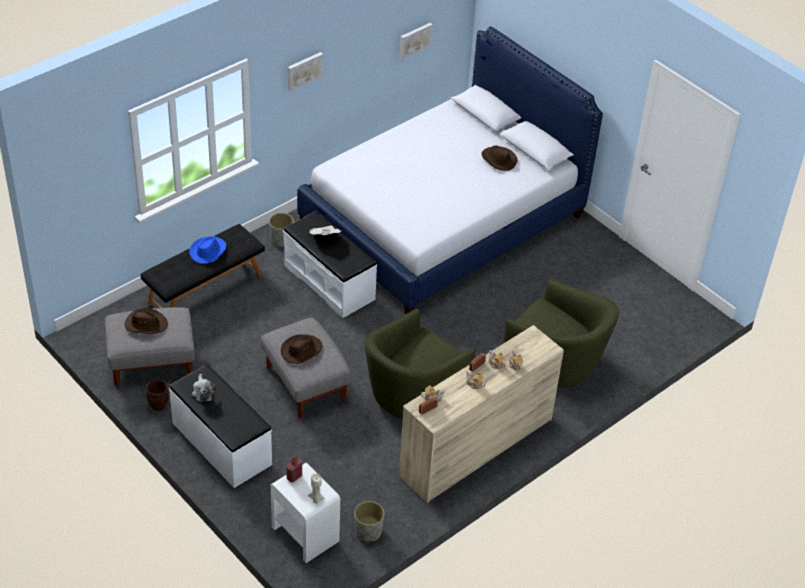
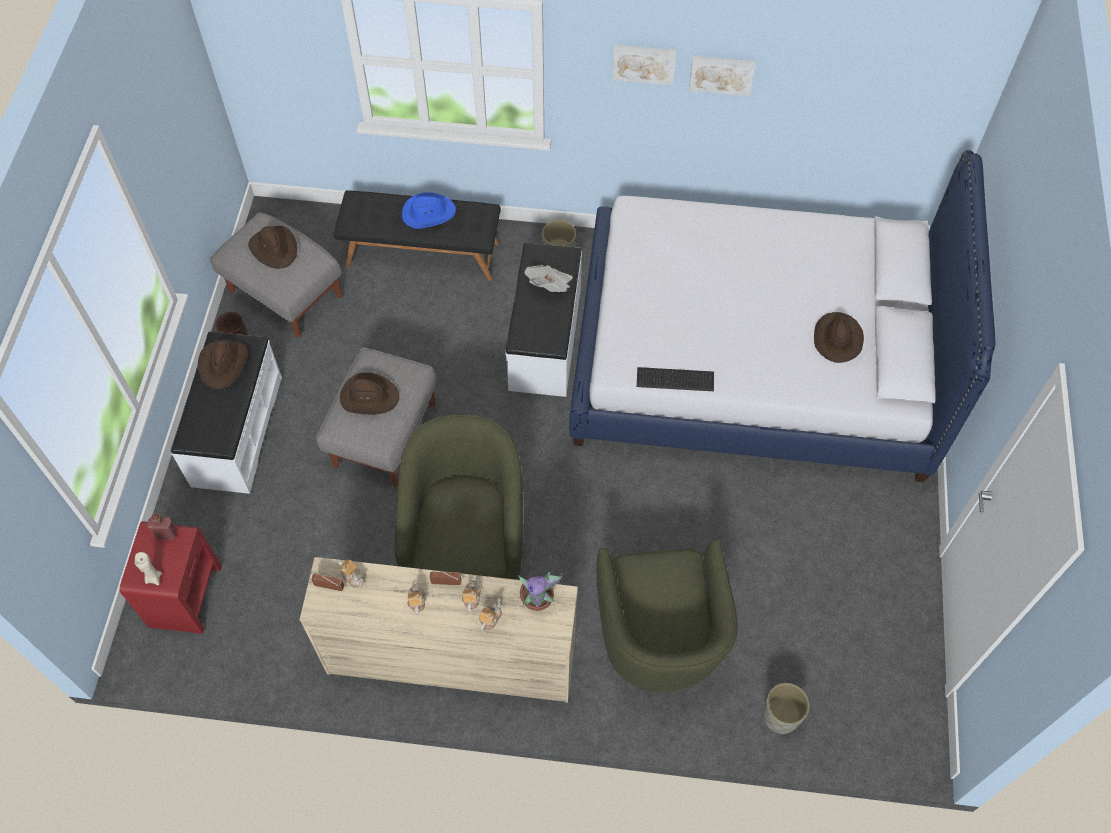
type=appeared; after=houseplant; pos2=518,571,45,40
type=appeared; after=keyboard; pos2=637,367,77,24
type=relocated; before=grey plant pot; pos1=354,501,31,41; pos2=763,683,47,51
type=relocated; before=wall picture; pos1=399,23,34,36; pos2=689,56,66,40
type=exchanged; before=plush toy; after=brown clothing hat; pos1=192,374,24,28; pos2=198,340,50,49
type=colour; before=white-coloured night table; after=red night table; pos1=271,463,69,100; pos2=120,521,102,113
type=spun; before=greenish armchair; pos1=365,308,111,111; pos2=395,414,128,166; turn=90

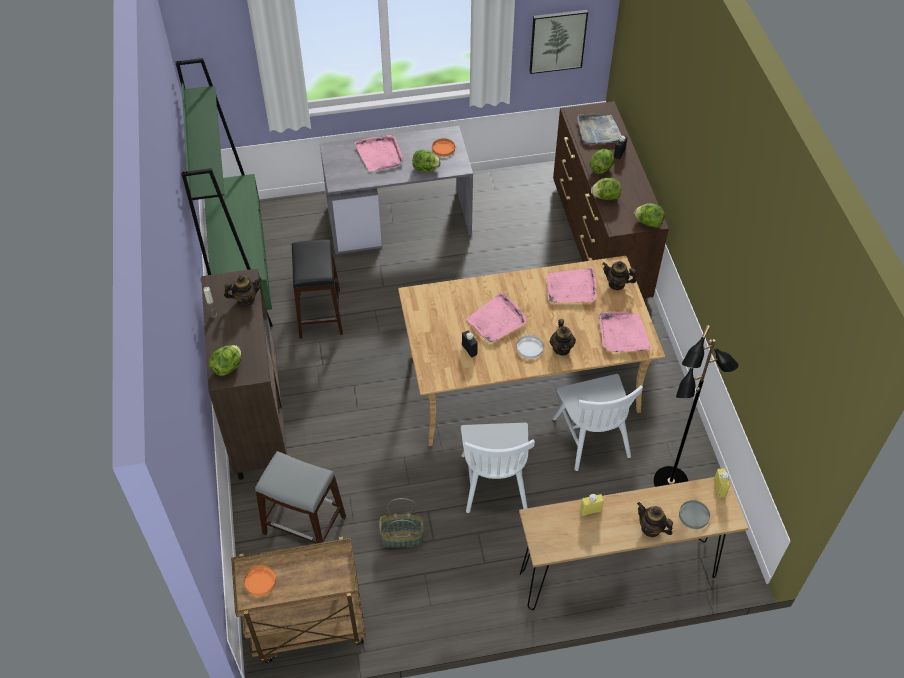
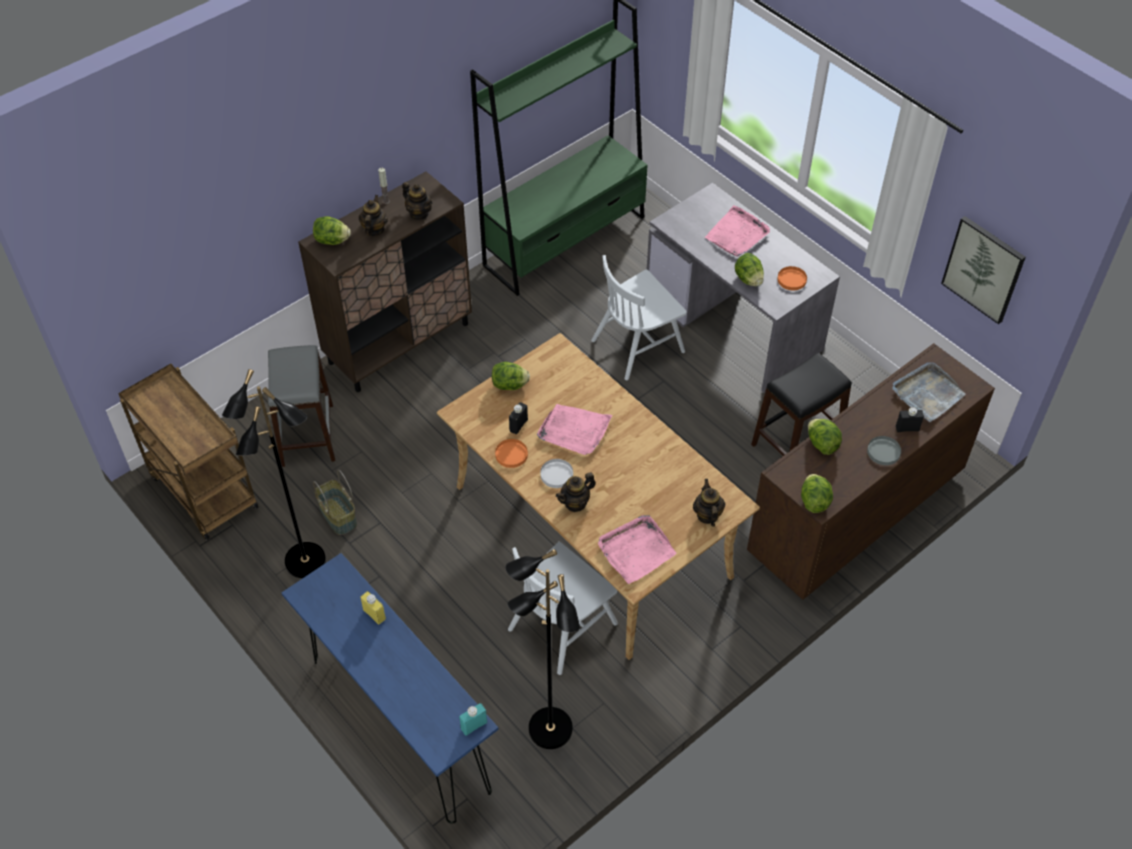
type=missing; before=pinkish tray; pos1=546,267,51,36
type=appeared; after=blackish floor lamp; pos2=222,369,104,209
type=relocated; before=orange dinner plate; pos1=244,565,32,31; pos2=495,439,33,29
type=relocated; before=blackish stool seat; pos1=292,240,51,99; pos2=751,353,101,103
type=relocated; before=white-coloured upright chair; pos1=461,423,74,90; pos2=591,255,96,125
type=relocated; before=head of lettuce; pos1=589,149,25,25; pos2=492,362,38,28
type=relocated; before=teapot; pos1=637,502,36,35; pos2=359,195,29,41
type=relocated; before=grey dinner plate; pos1=679,500,31,29; pos2=867,436,34,29
type=colour; before=brown narrow table; after=blue-coloured narrow table; pos1=519,477,229,133; pos2=282,553,217,271
type=colour; before=yellowish bottle; after=blue-green bottle; pos1=713,468,17,29; pos2=459,703,28,33

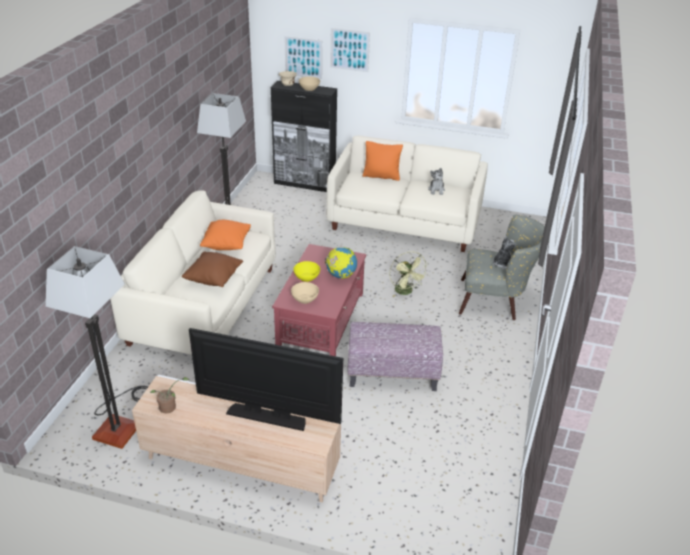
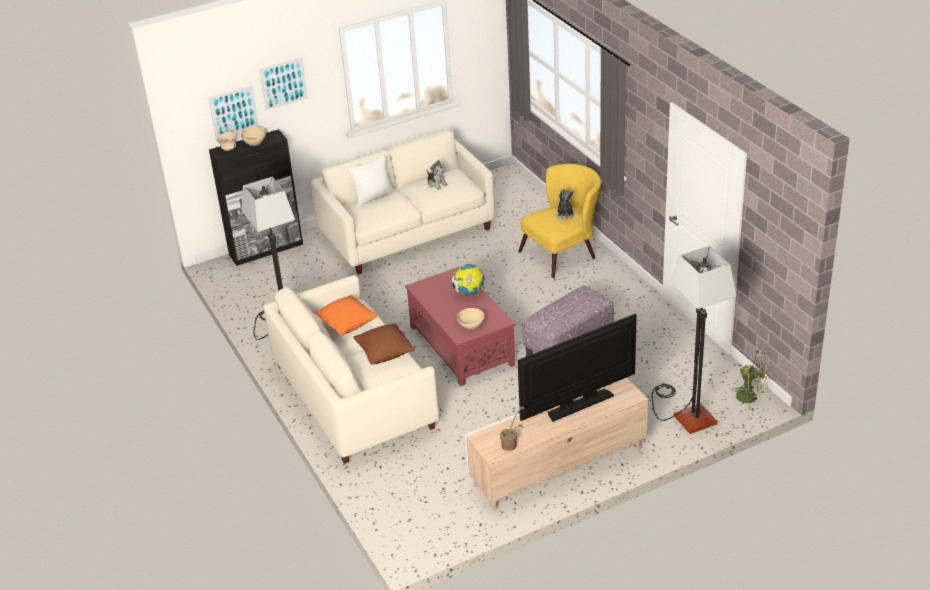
type=missing; before=yellowish serving bowl; pos1=293,261,27,21
type=relocated; before=floor lamp; pos1=45,246,103,203; pos2=651,246,85,188
type=relocated; before=greenish fan; pos1=389,252,40,45; pos2=733,350,38,60
type=colour; before=orange pillow; after=white-coloured pillow; pos1=363,141,40,40; pos2=348,155,47,51
type=colour; before=grey armchair; after=yellowish armchair; pos1=459,215,90,105; pos2=518,164,84,114

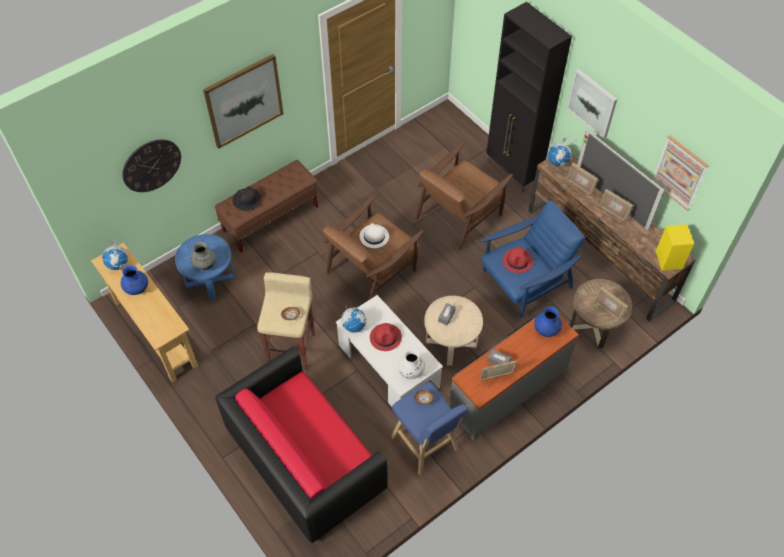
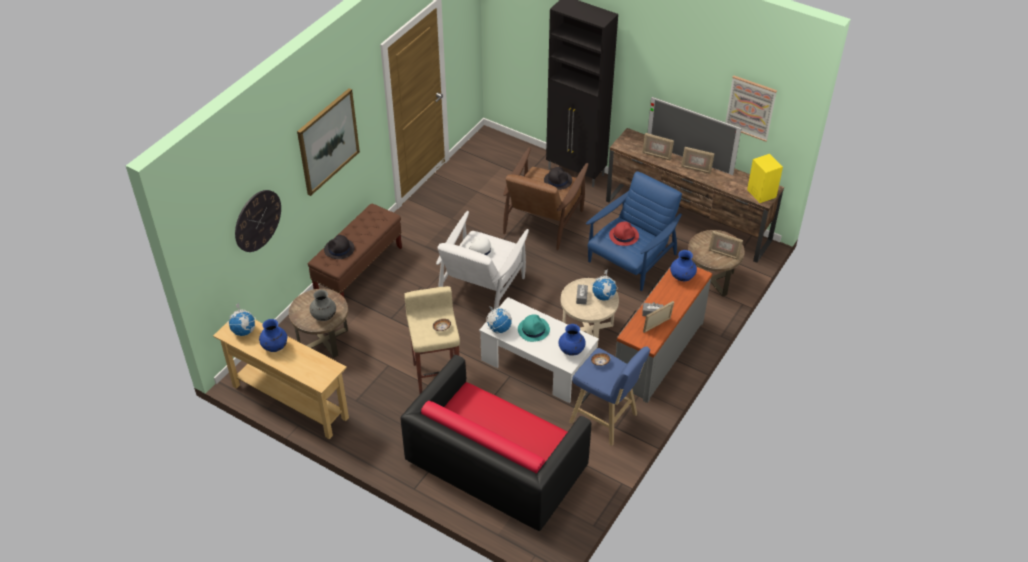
type=missing; before=wall picture; pos1=567,69,50,70
type=appeared; after=blackish clothing hat; pos2=544,167,28,23
type=relocated; before=world globe; pos1=548,138,23,28; pos2=591,269,27,32
type=colour; before=blue-coloured end table; after=brown end table; pos1=175,234,60,67; pos2=289,289,59,69
type=colour; before=brown armchair; after=white-coloured armchair; pos1=323,195,100,105; pos2=436,211,93,98
type=colour; before=red clothing hat; after=blue-green clothing hat; pos1=370,323,32,28; pos2=518,314,32,28
type=colour; before=white-coloured flower vase; after=blue-coloured flower vase; pos1=398,349,27,30; pos2=559,324,27,32

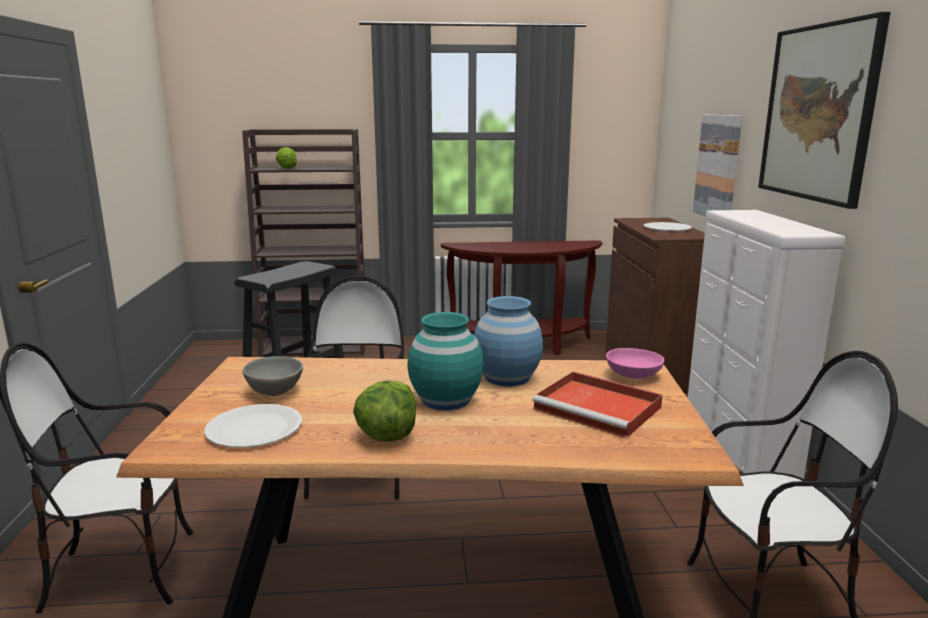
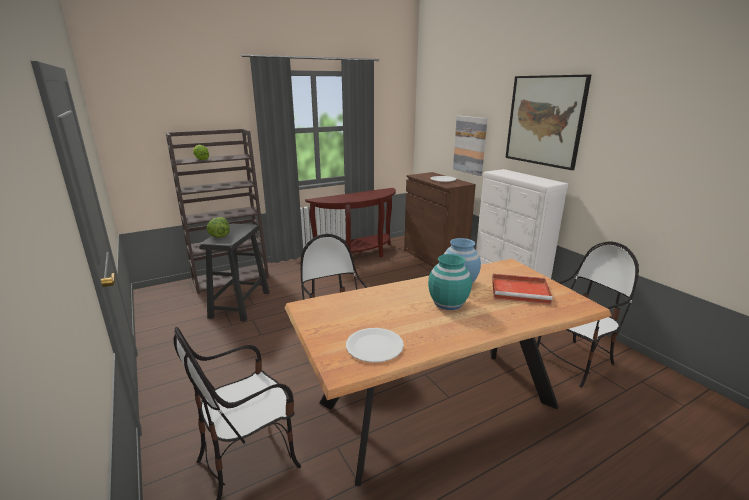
type=missing; before=grey serving bowl; pos1=243,356,60,40
type=missing; before=pinkish serving bowl; pos1=606,348,58,31
type=relocated; before=head of lettuce; pos1=353,380,63,62; pos2=207,217,23,21

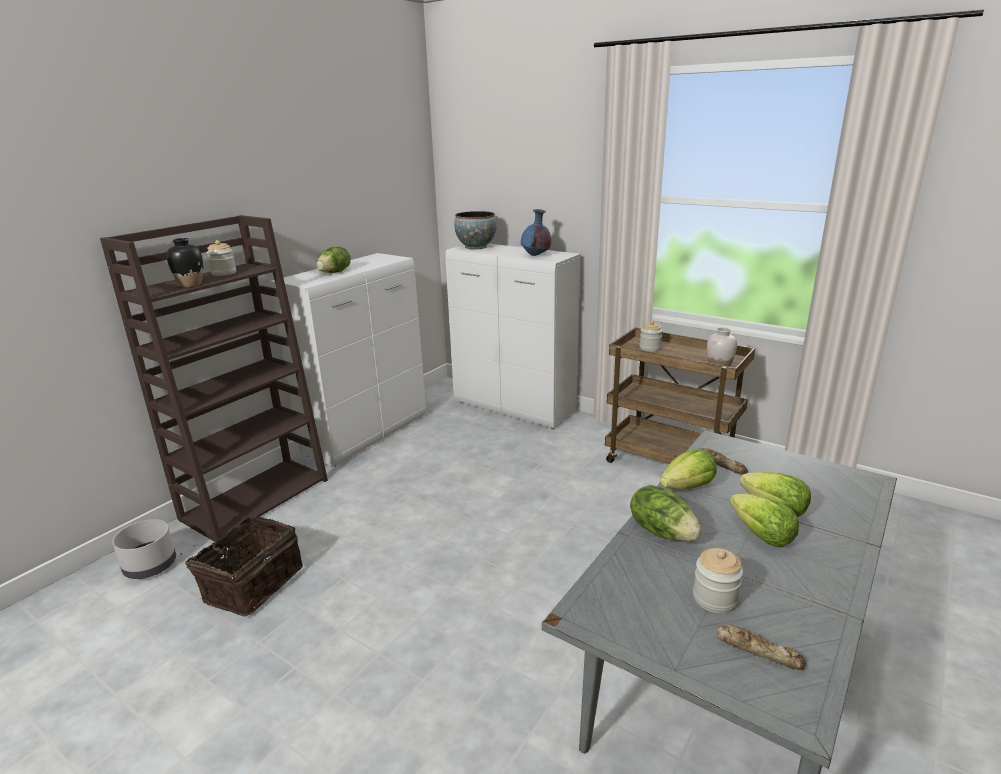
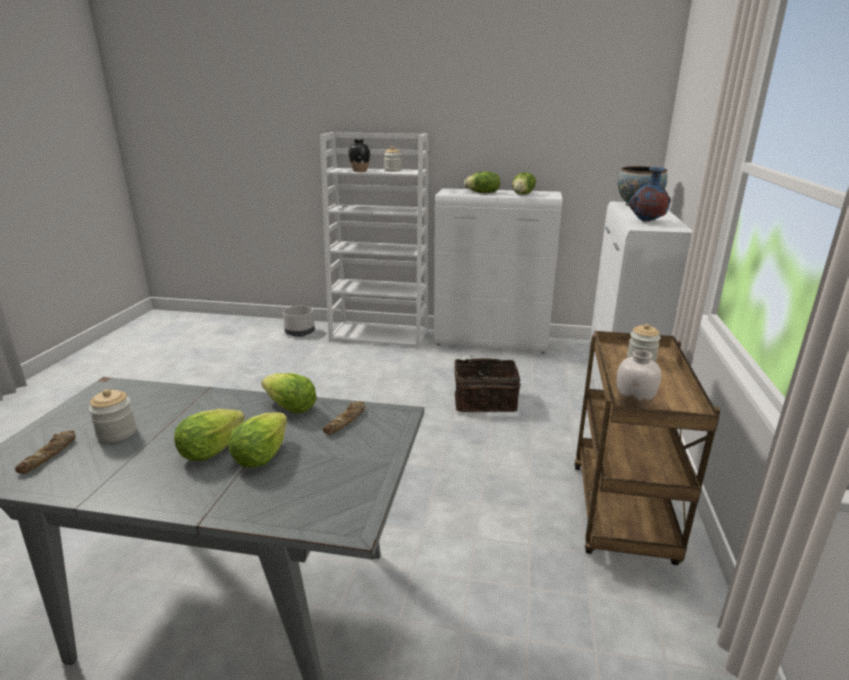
type=relocated; before=storage basket; pos1=180,516,123,101; pos2=455,356,66,56
type=relocated; before=head of lettuce; pos1=630,485,72,56; pos2=512,172,24,23
type=colour; before=brown bookcase; after=white-coloured bookcase; pos1=100,215,228,327; pos2=320,132,108,217

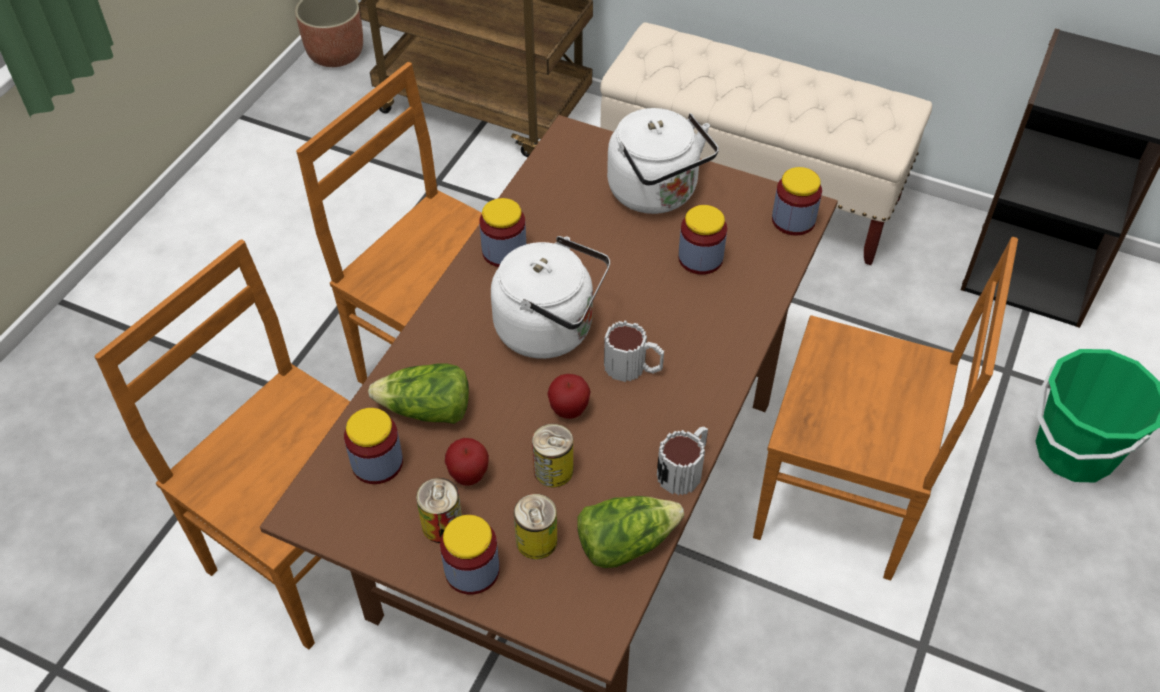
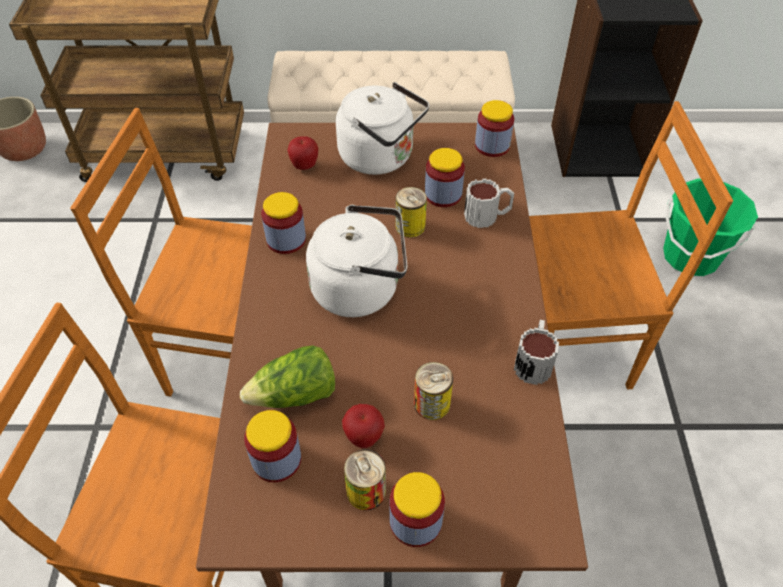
type=missing; before=head of lettuce; pos1=578,496,106,72
type=relocated; before=can; pos1=514,494,43,66; pos2=395,187,32,51
type=relocated; before=whole apple; pos1=547,374,44,45; pos2=287,136,31,34
type=relocated; before=coffee mug; pos1=604,320,60,62; pos2=464,179,50,49

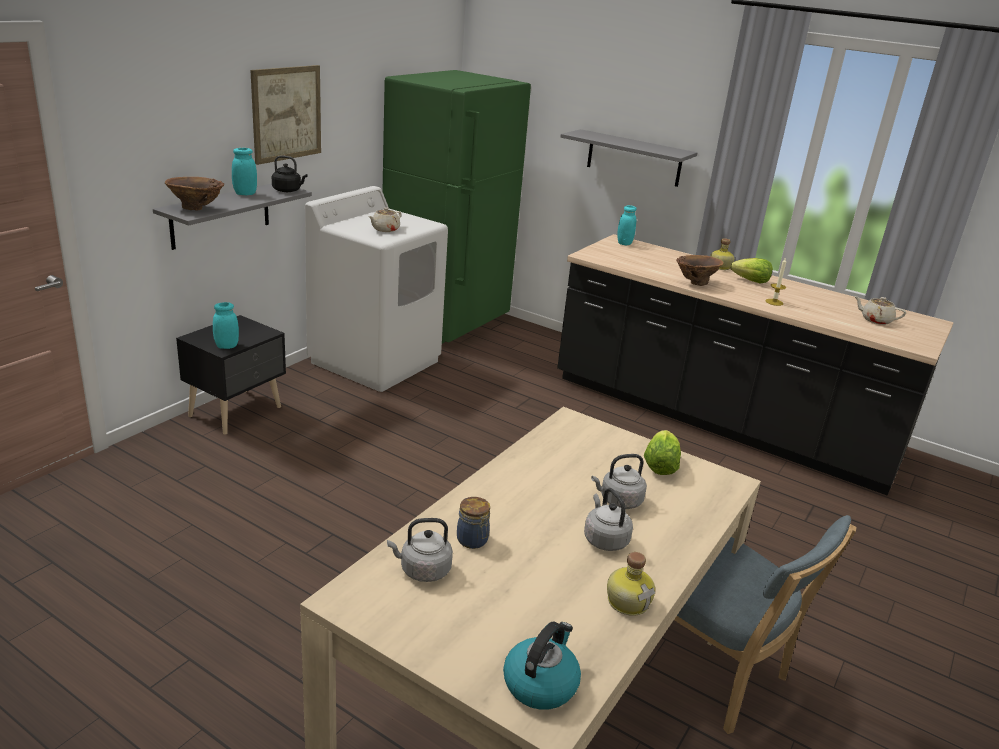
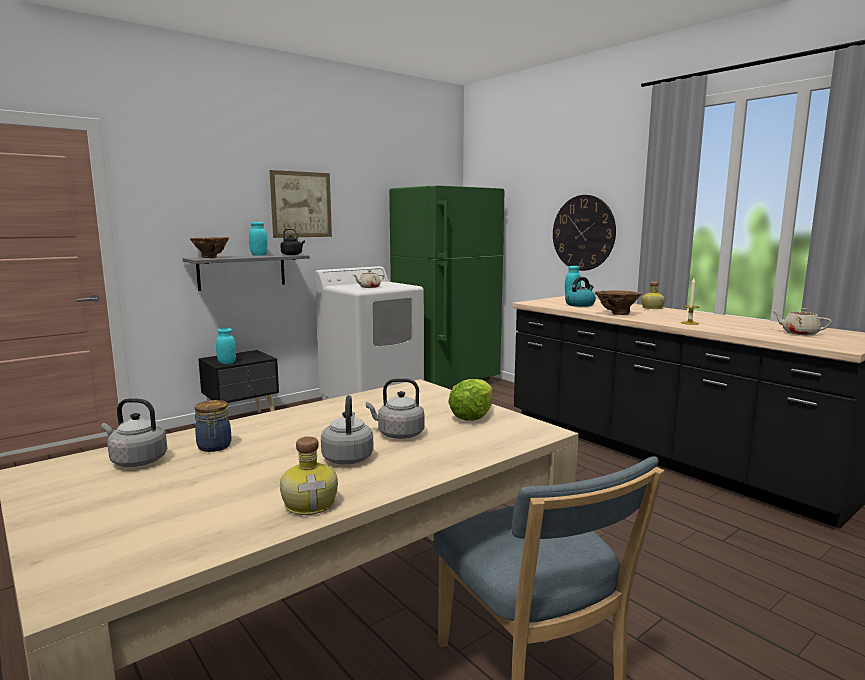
type=missing; before=head of lettuce; pos1=730,258,43,26
type=relocated; before=water kettle; pos1=503,622,78,88; pos2=565,277,31,30
type=exchanged; before=grey bracket shelf; after=wall clock; pos1=561,129,136,58; pos2=553,195,63,76

